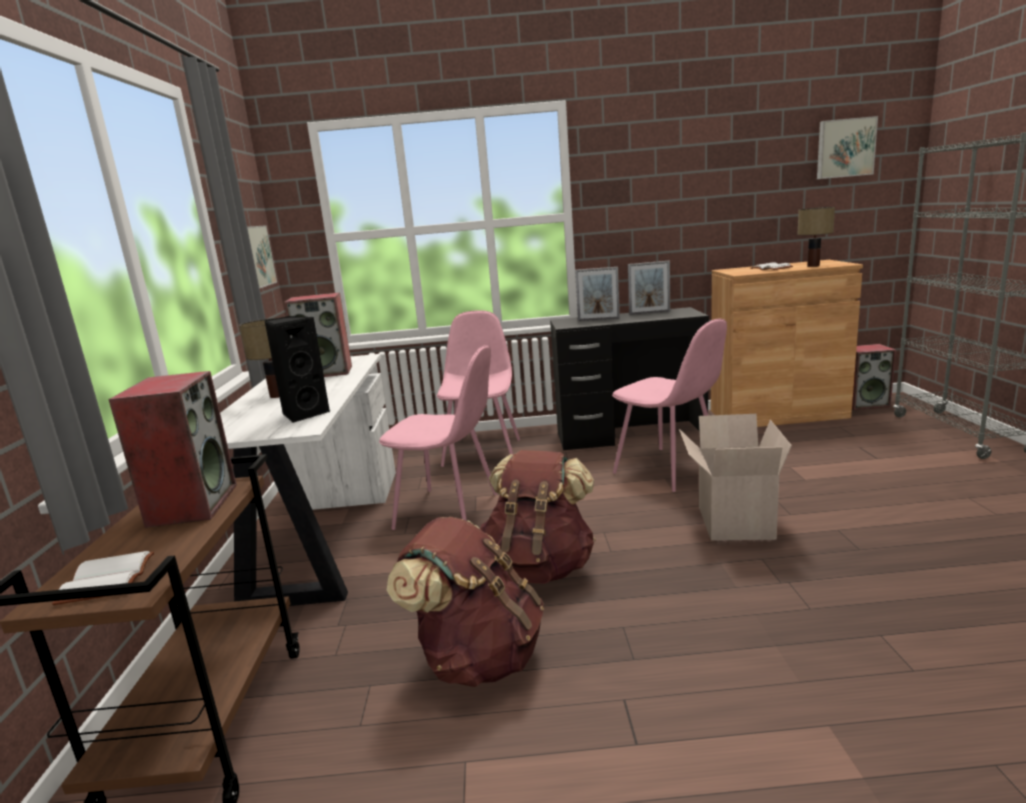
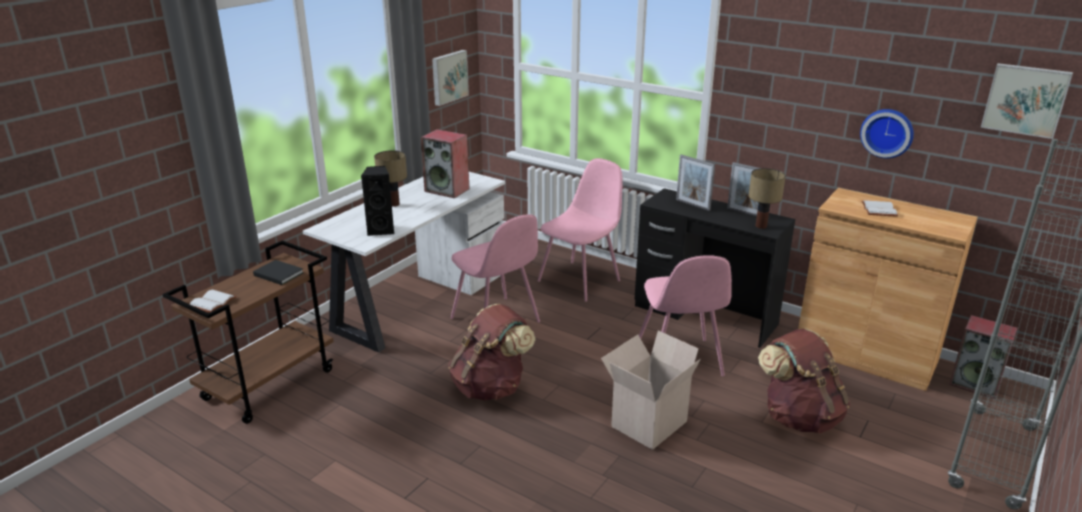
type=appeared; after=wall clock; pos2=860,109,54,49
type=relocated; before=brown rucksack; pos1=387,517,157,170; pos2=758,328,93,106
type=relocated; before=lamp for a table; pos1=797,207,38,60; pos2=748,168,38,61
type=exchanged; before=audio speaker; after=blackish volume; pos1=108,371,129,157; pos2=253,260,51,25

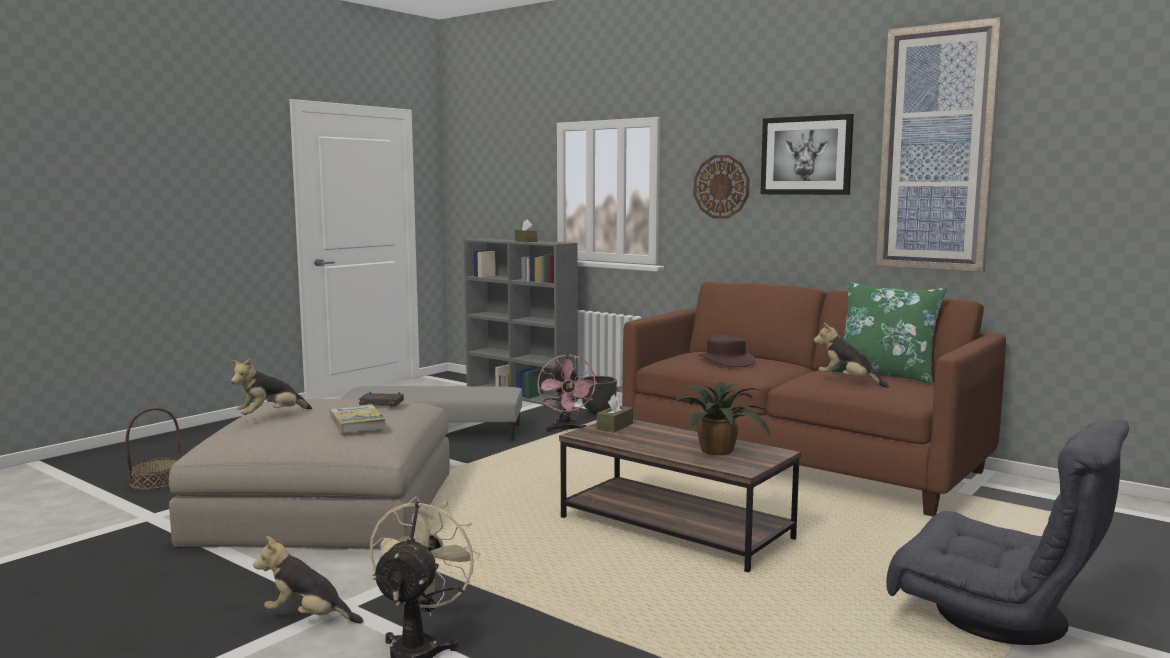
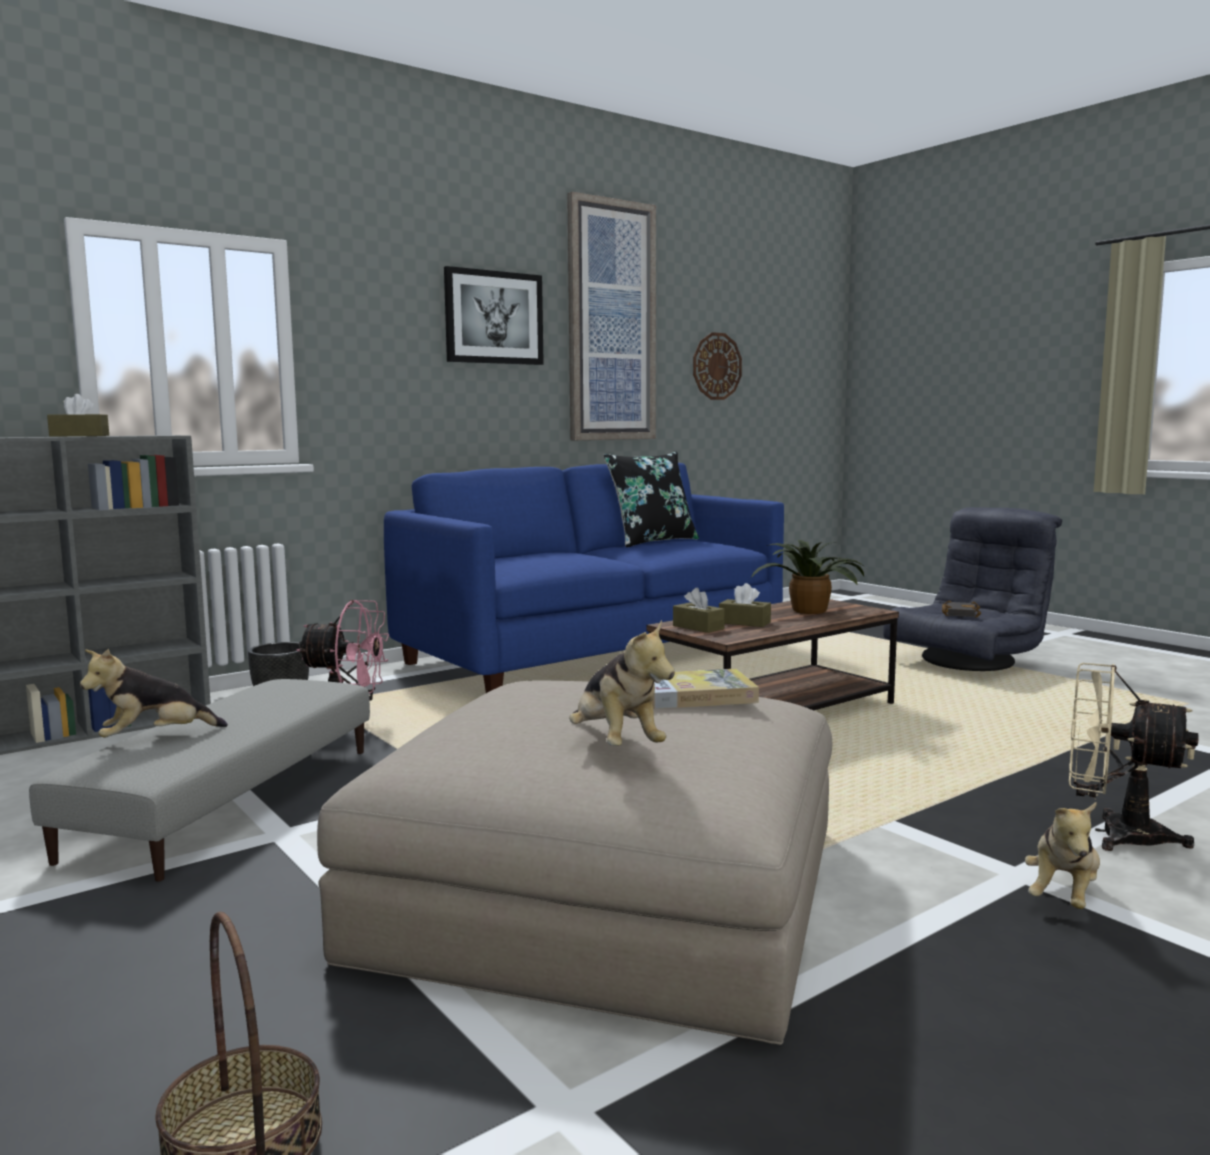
type=missing; before=brown clothing hat; pos1=699,335,56,32
type=appeared; after=brown tissue holder; pos2=719,583,52,44
type=relocated; before=blackish volume; pos1=359,391,45,16; pos2=942,600,39,18
type=relocated; before=wall clock; pos1=693,155,57,64; pos2=693,332,49,68
type=relocated; before=plush toy; pos1=814,322,75,66; pos2=80,649,148,89
type=colour; before=brown settee; after=blue-coloured settee; pos1=622,282,384,235; pos2=384,463,400,230
type=colour; before=greenish pillow; after=blackish pillow; pos1=832,282,116,102; pos2=603,452,96,95

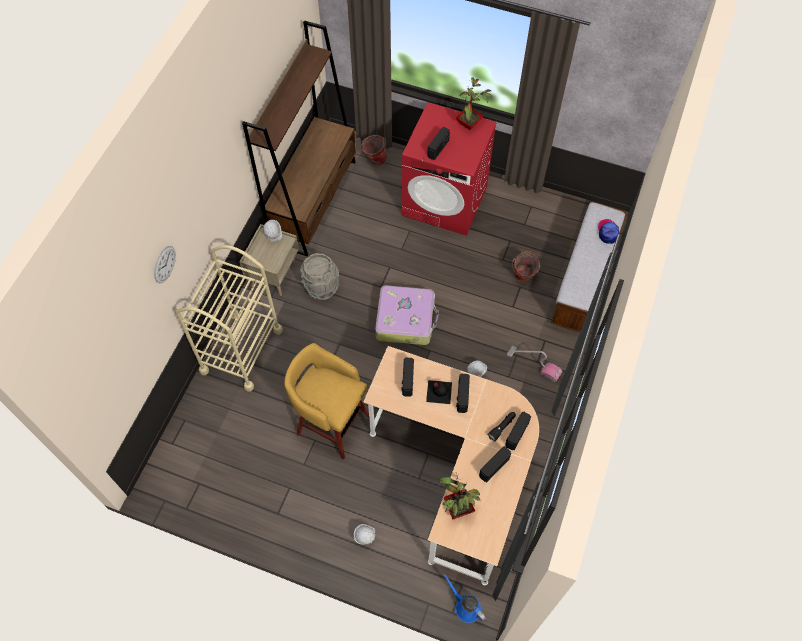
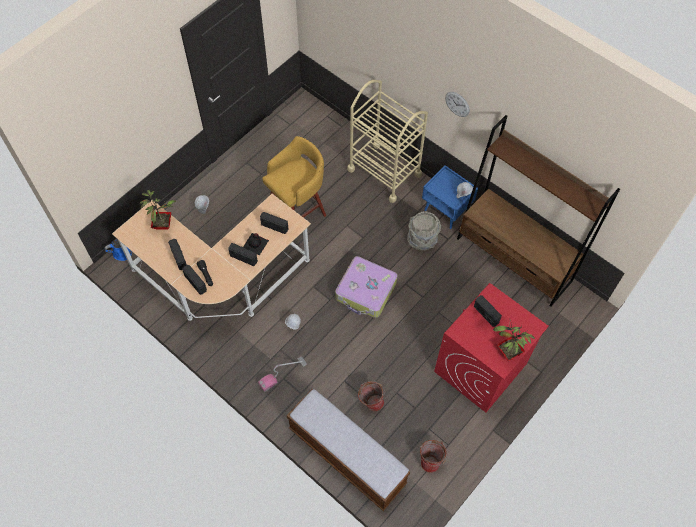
type=missing; before=baseball cap; pos1=598,219,21,25
type=relocated; before=wall clock; pos1=154,246,22,38; pos2=445,92,25,25
type=relocated; before=water bucket; pos1=361,135,26,31; pos2=420,440,28,33
type=colour; before=beige night table; after=blue-coloured night table; pos1=240,224,59,72; pos2=422,165,56,64

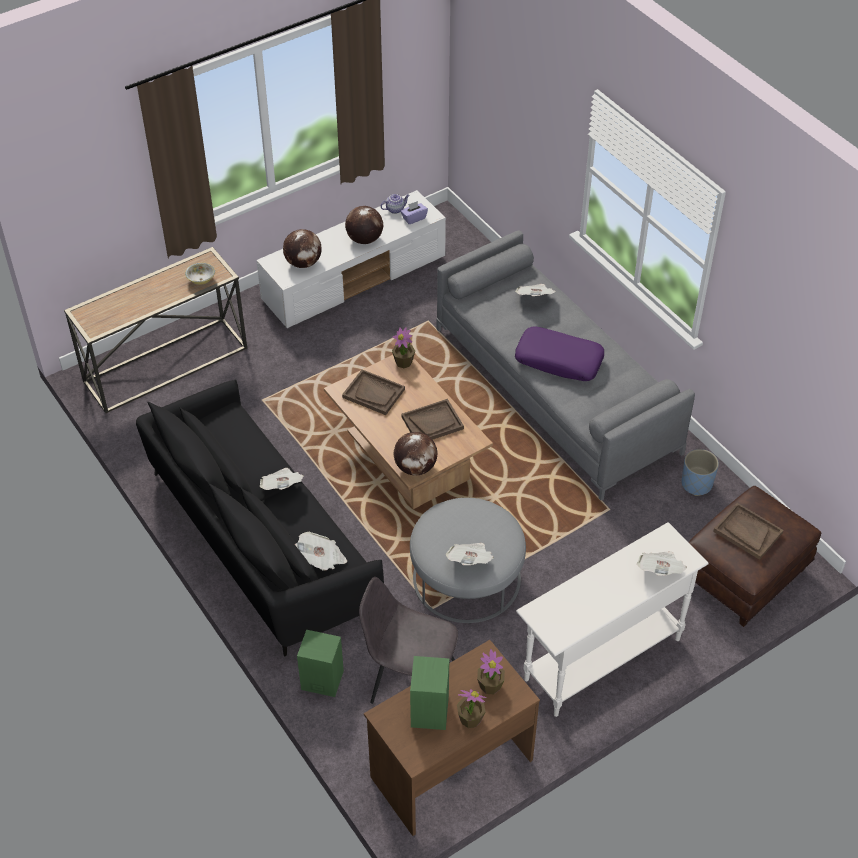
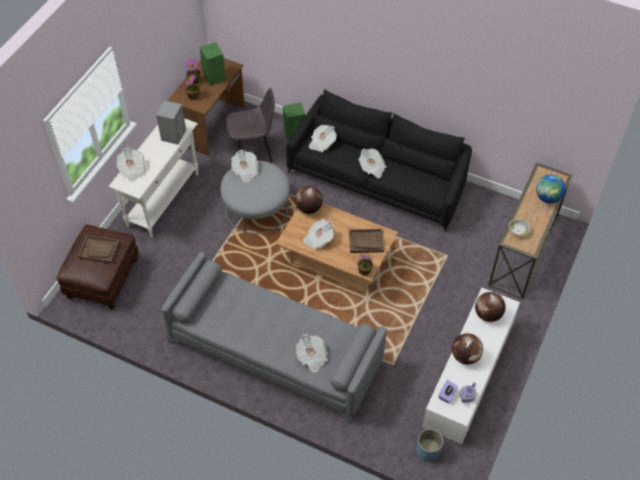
type=missing; before=purple pillow; pos1=515,326,89,55
type=appeared; after=grey audio speaker; pos2=156,100,30,45
type=appeared; after=world globe; pos2=536,175,30,29
type=relocated; before=blue-coloured plant pot; pos1=682,449,37,47; pos2=417,429,26,33
type=exchanged; before=brown tray; after=printed paper; pos1=402,399,62,41; pos2=303,219,31,31

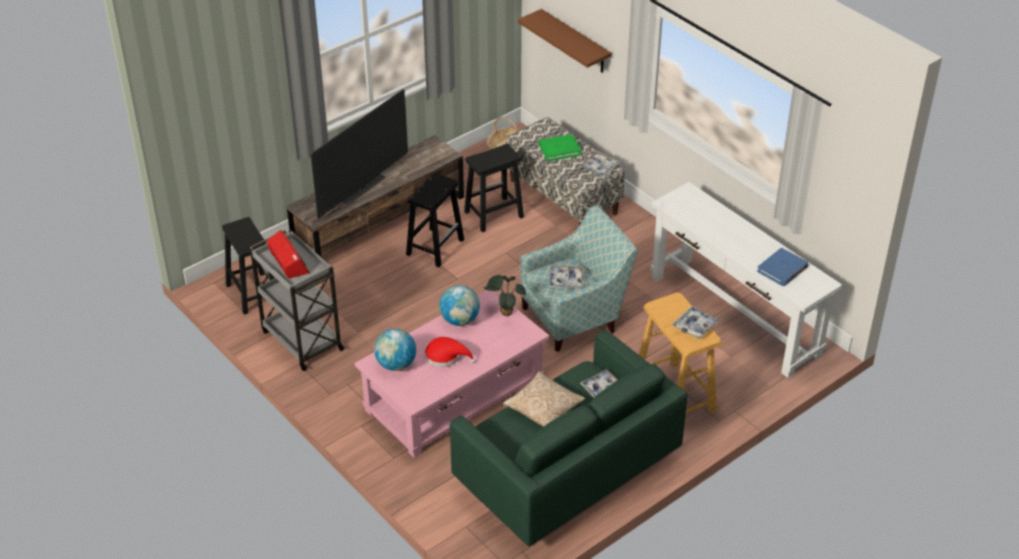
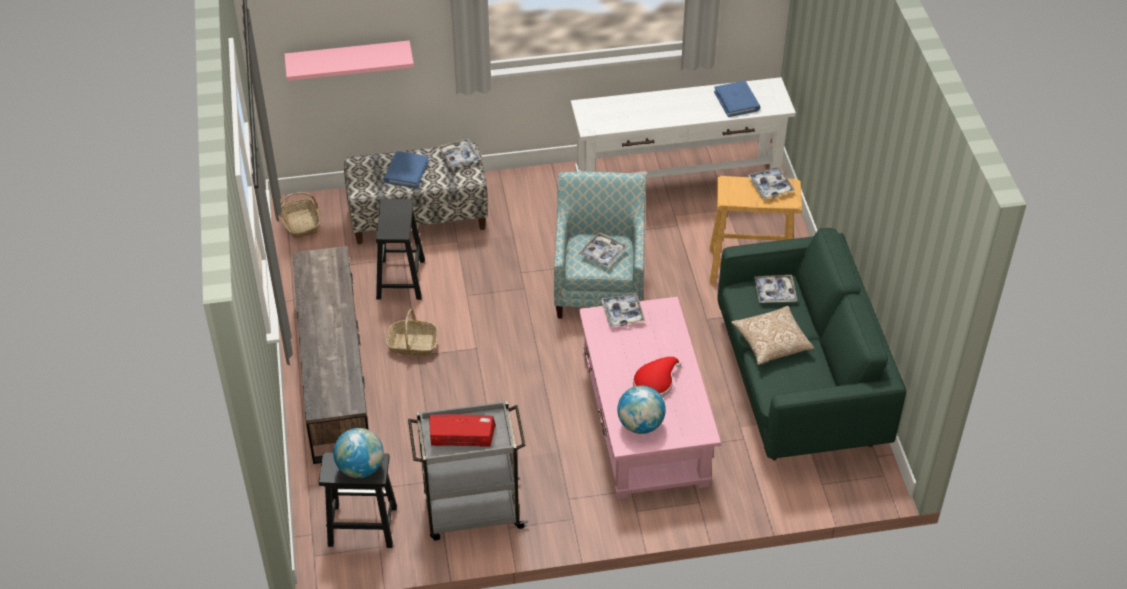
type=missing; before=television; pos1=310,89,98,129
type=relocated; before=world globe; pos1=439,285,41,41; pos2=333,428,51,50
type=exchanged; before=blackish stool seat; after=storage basket; pos1=406,173,58,94; pos2=386,309,52,47
type=exchanged; before=houseplant; after=tray; pos1=483,275,43,42; pos2=601,293,44,34
type=colour; before=brown bracket shelf; after=pinkish bracket shelf; pos1=518,9,93,64; pos2=284,40,130,41
type=colour; before=greenish volume; after=blue-coloured volume; pos1=539,134,42,27; pos2=383,151,46,37

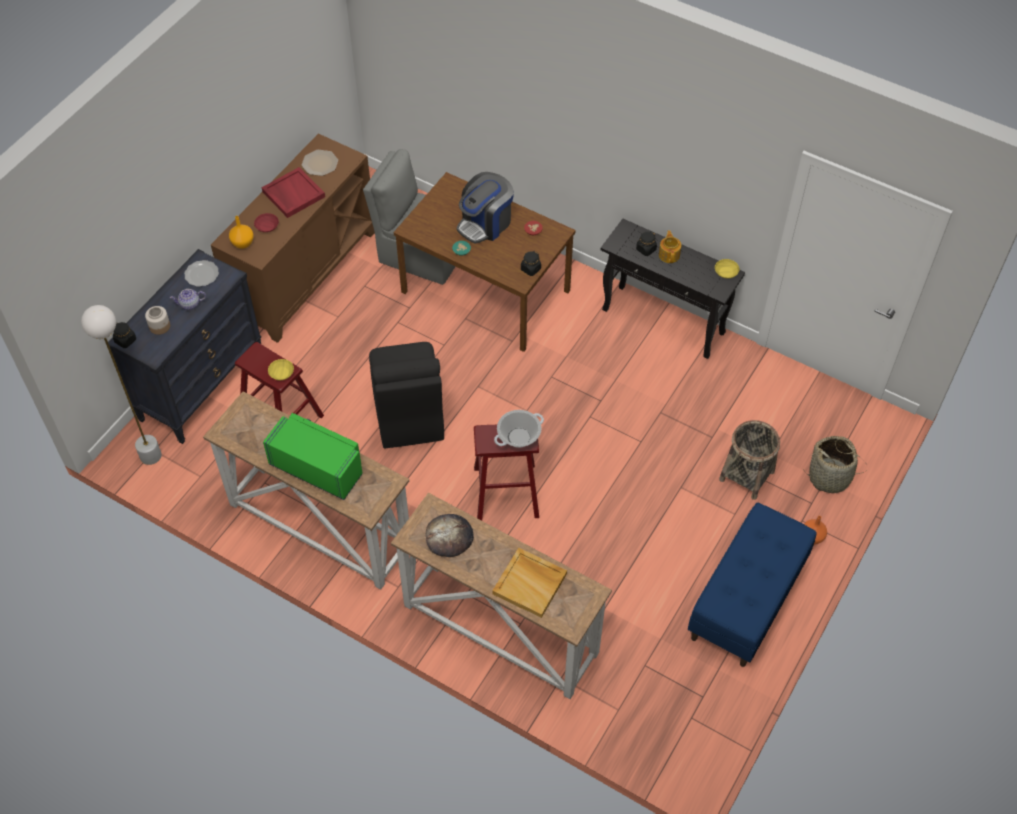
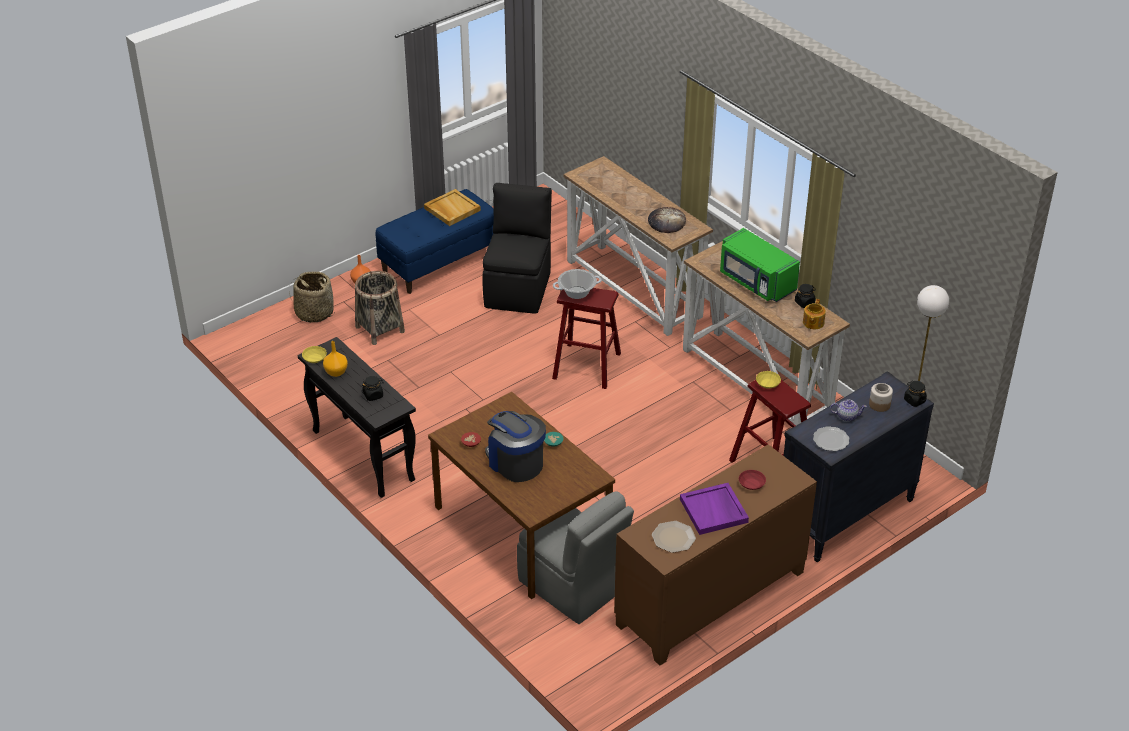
type=relocated; before=orange flower vase; pos1=229,216,25,33; pos2=323,341,25,36
type=relocated; before=blackish upright chair; pos1=369,342,75,107; pos2=482,183,70,131
type=relocated; before=beige tray; pos1=492,548,75,70; pos2=424,189,57,37
type=relocated; before=blackish preserve jar; pos1=521,251,20,25; pos2=795,284,21,24
type=relocated; before=teapot; pos1=659,230,22,33; pos2=803,299,23,30
type=colour; before=red tray; after=purple tray; pos1=261,167,64,51; pos2=680,483,69,52
type=spun; before=coffee brewer; pos1=457,172,57,71; pos2=485,411,61,71; turn=-105

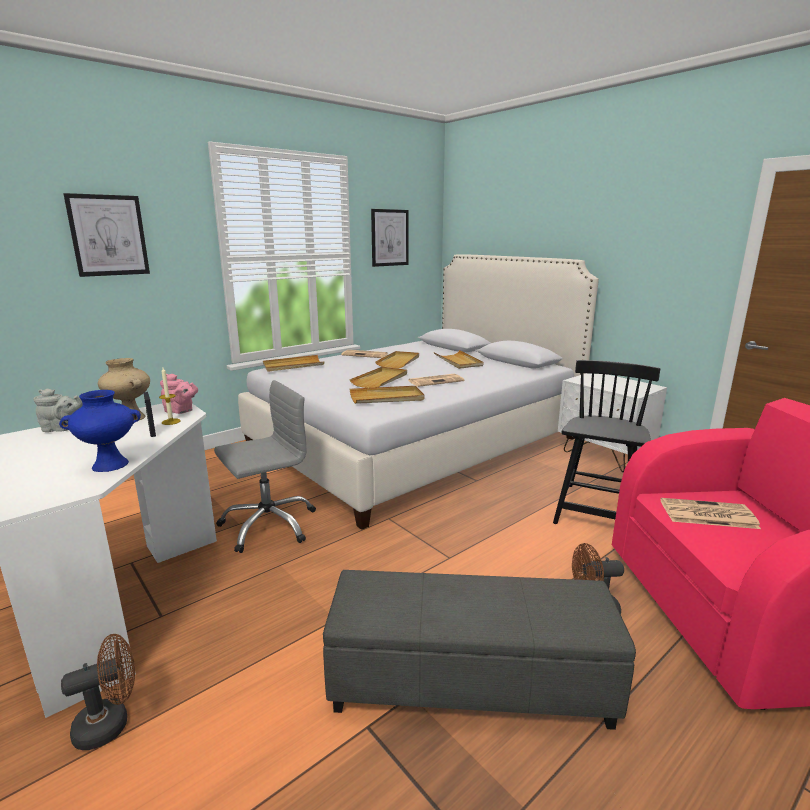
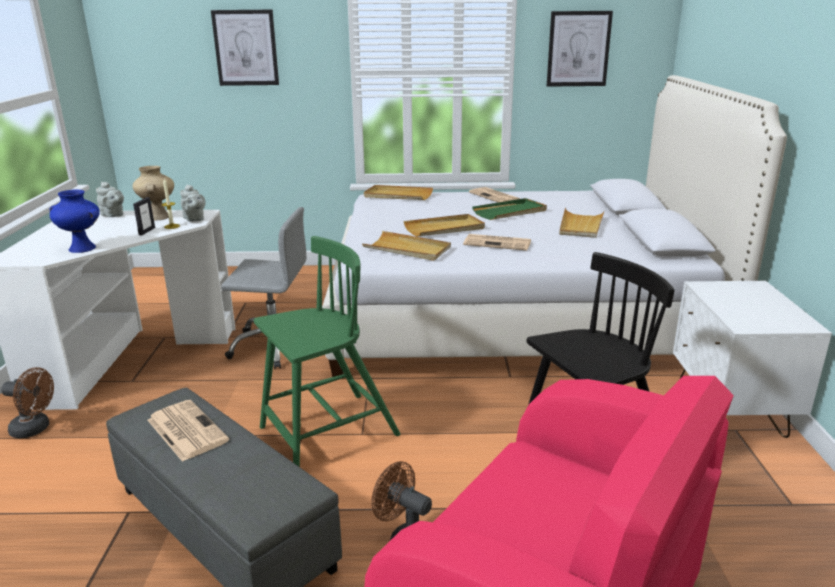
type=appeared; after=greenish upright chair; pos2=254,236,147,231
type=relocated; before=printed paper; pos1=660,498,101,31; pos2=148,400,81,62
type=colour; before=pinkish teapot; after=grey teapot; pos1=160,374,38,40; pos2=180,184,26,37
type=colour; before=beige tray; after=greenish tray; pos1=375,351,44,18; pos2=472,198,75,22

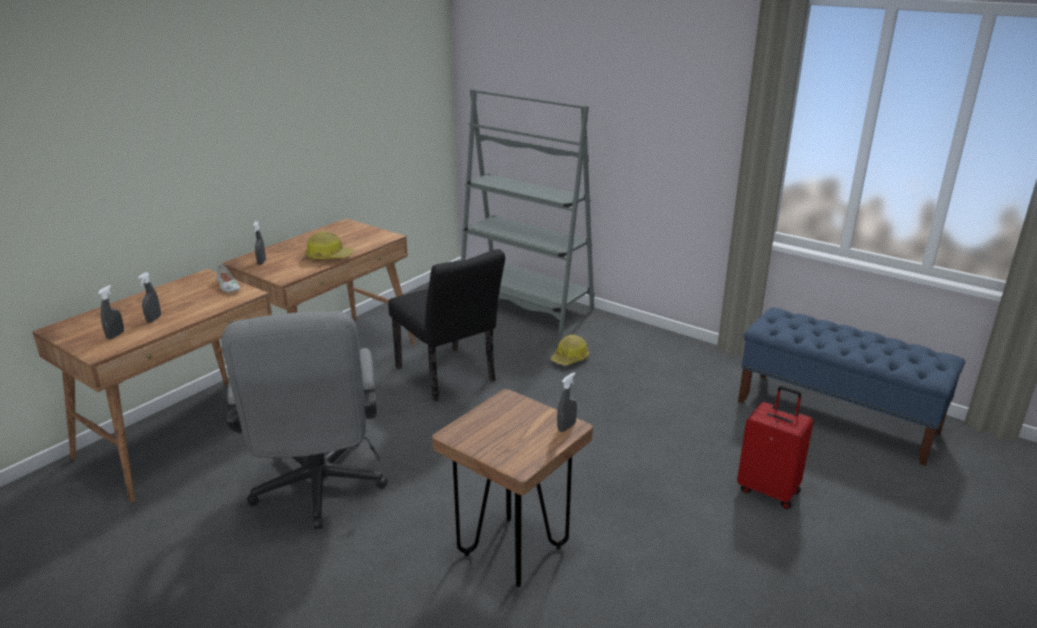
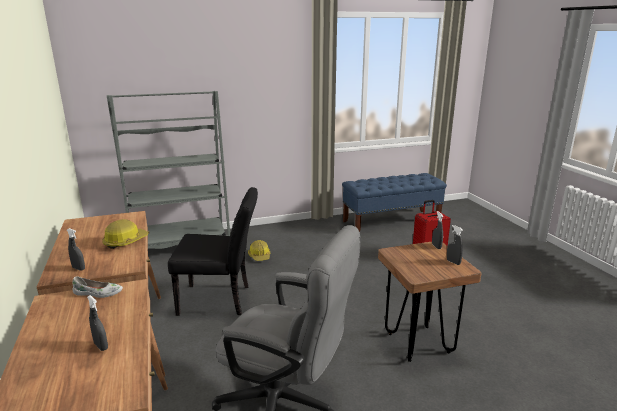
type=relocated; before=grey spray bottle; pos1=98,285,26,54; pos2=447,225,16,40

